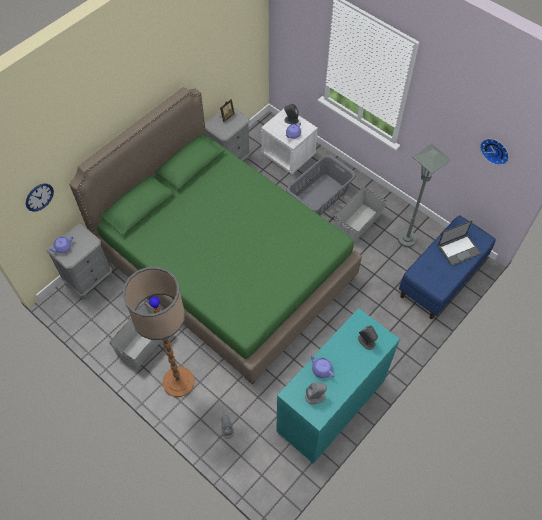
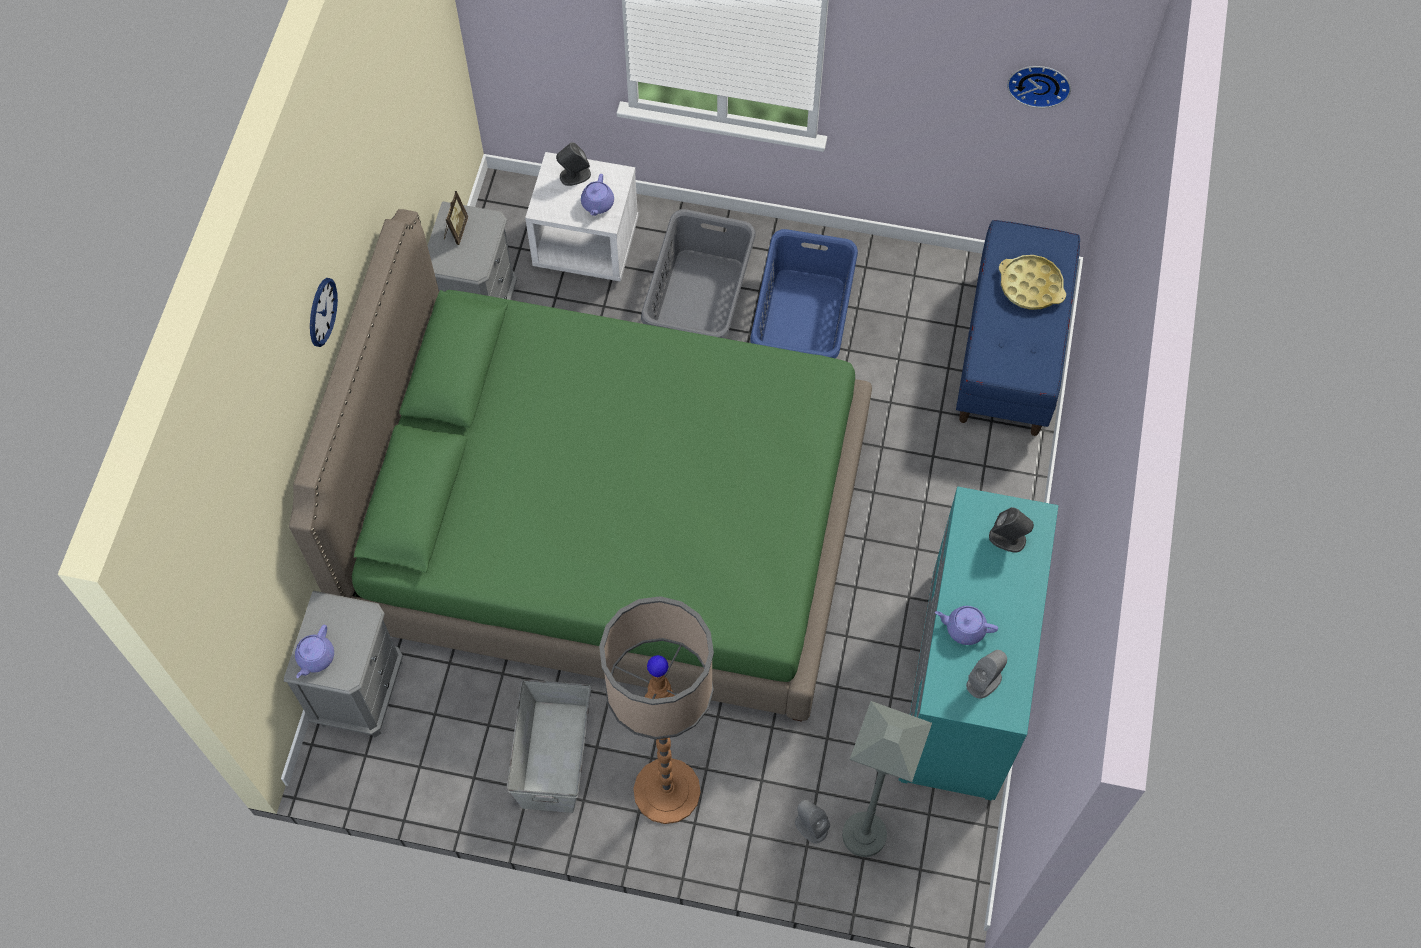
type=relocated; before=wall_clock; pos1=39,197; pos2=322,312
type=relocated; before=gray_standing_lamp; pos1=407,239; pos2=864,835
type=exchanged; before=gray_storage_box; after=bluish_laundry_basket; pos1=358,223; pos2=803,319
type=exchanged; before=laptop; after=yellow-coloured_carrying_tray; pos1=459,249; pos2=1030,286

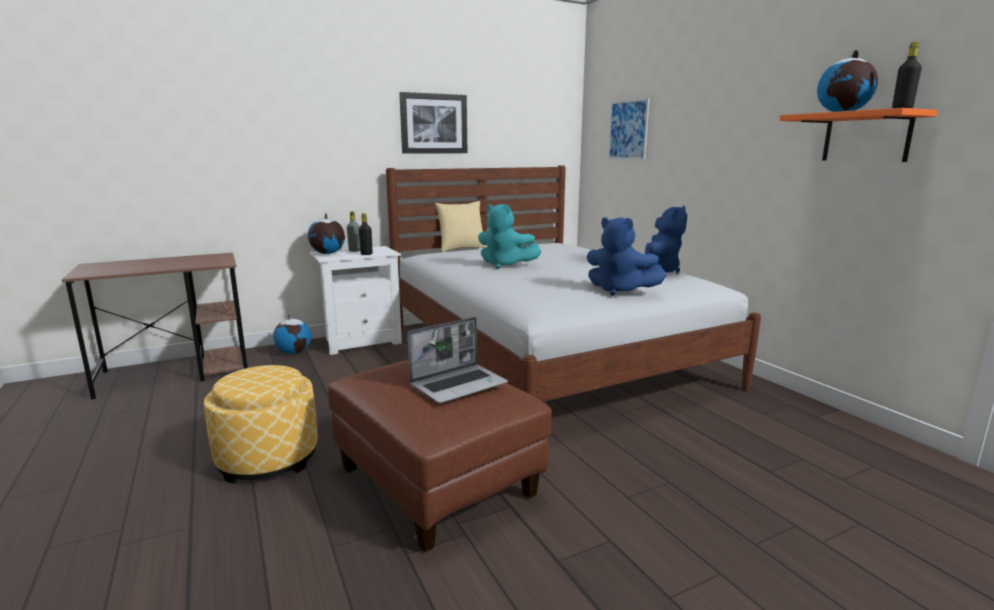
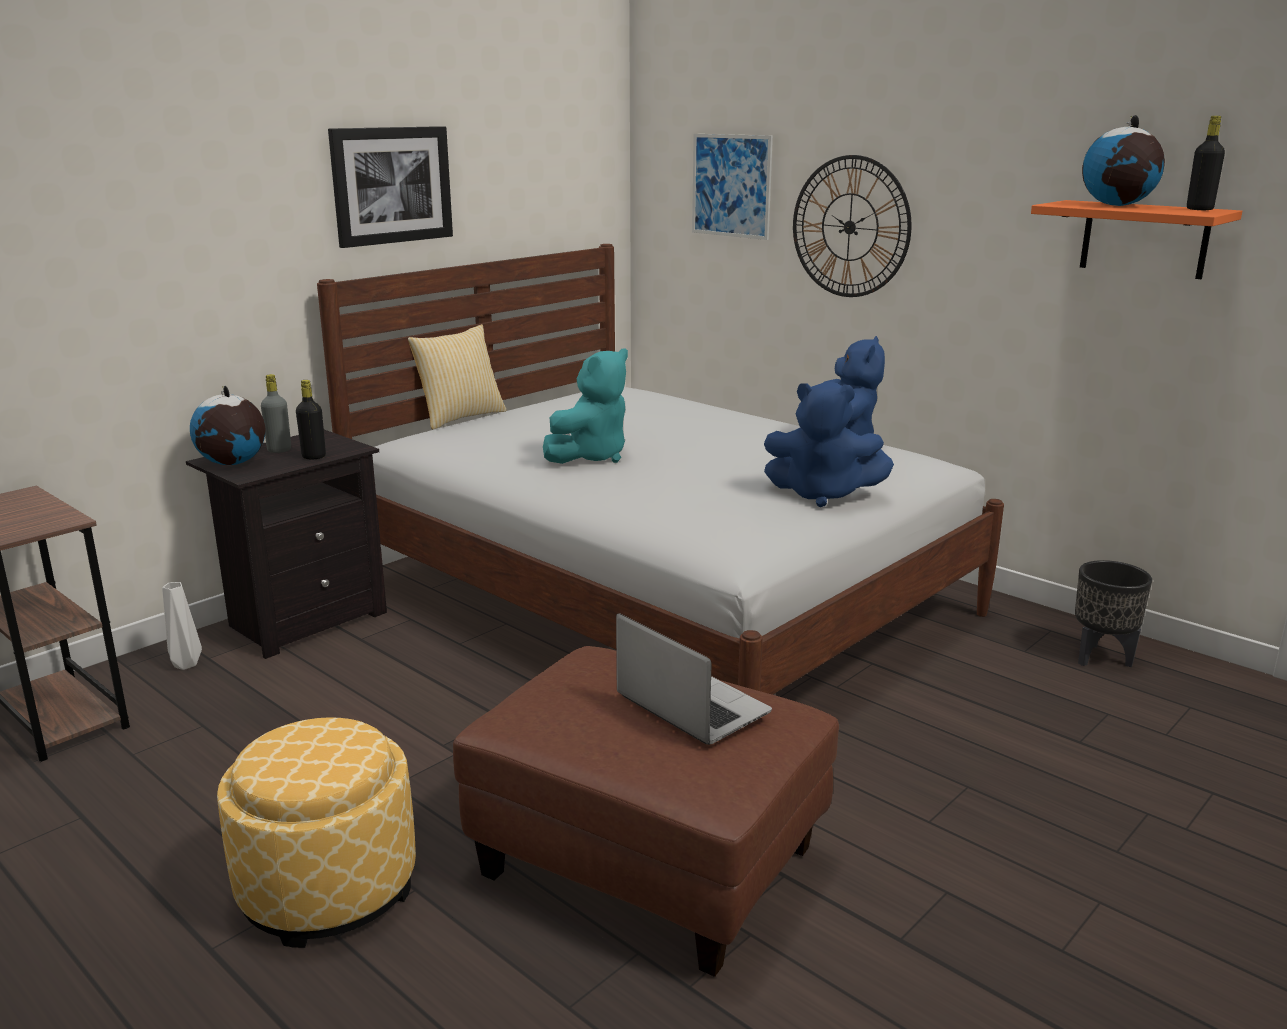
type=appeared; after=wall_clock; pos2=850,227
type=appeared; after=black-coloured_flower_pot; pos2=1101,658
type=exchanged; before=globe; after=whitish_decorative_vase; pos1=294,352; pos2=186,665
type=colour; before=whitish_night_table; after=black-coloured_night_table; pos1=361,341; pos2=304,620
type=spun; before=laptop; pos1=459,385; pos2=689,705; turn=-75
type=spun; before=turquoise_cuddly_toy; pos1=505,265; pos2=591,456; turn=-60

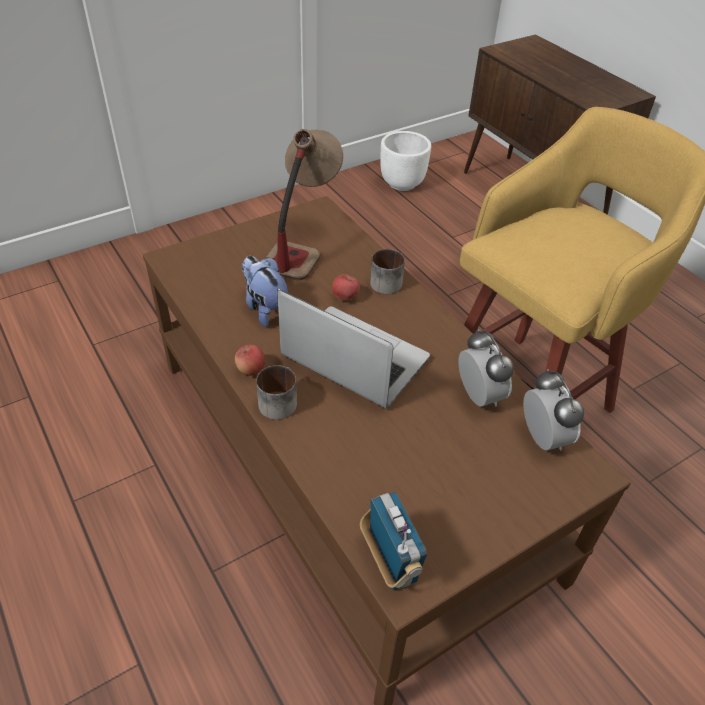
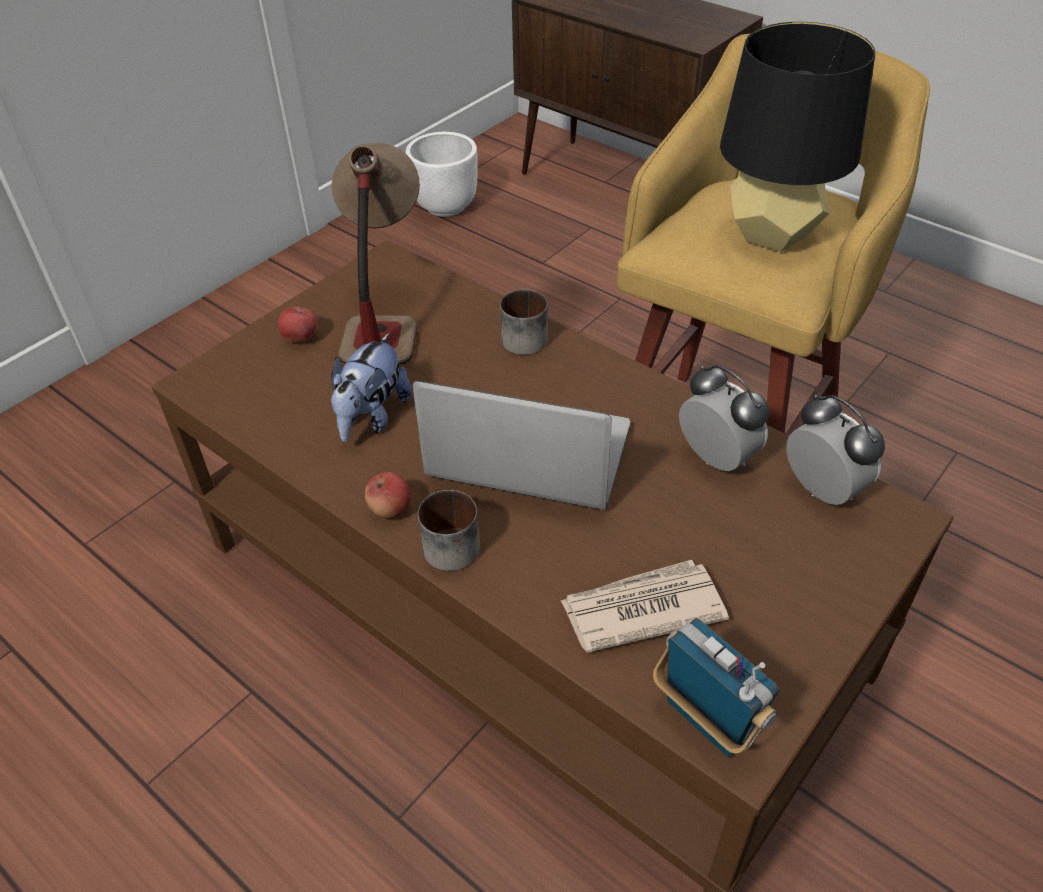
type=appeared; after=daily_paper; pos2=641,609
type=appeared; after=black-coloured_tabletop_lamp; pos2=772,234
type=relocated; before=apple_fruit; pos1=345,297; pos2=301,338
type=spun; before=cuddly_toy; pos1=266,308; pos2=372,417; turn=-105

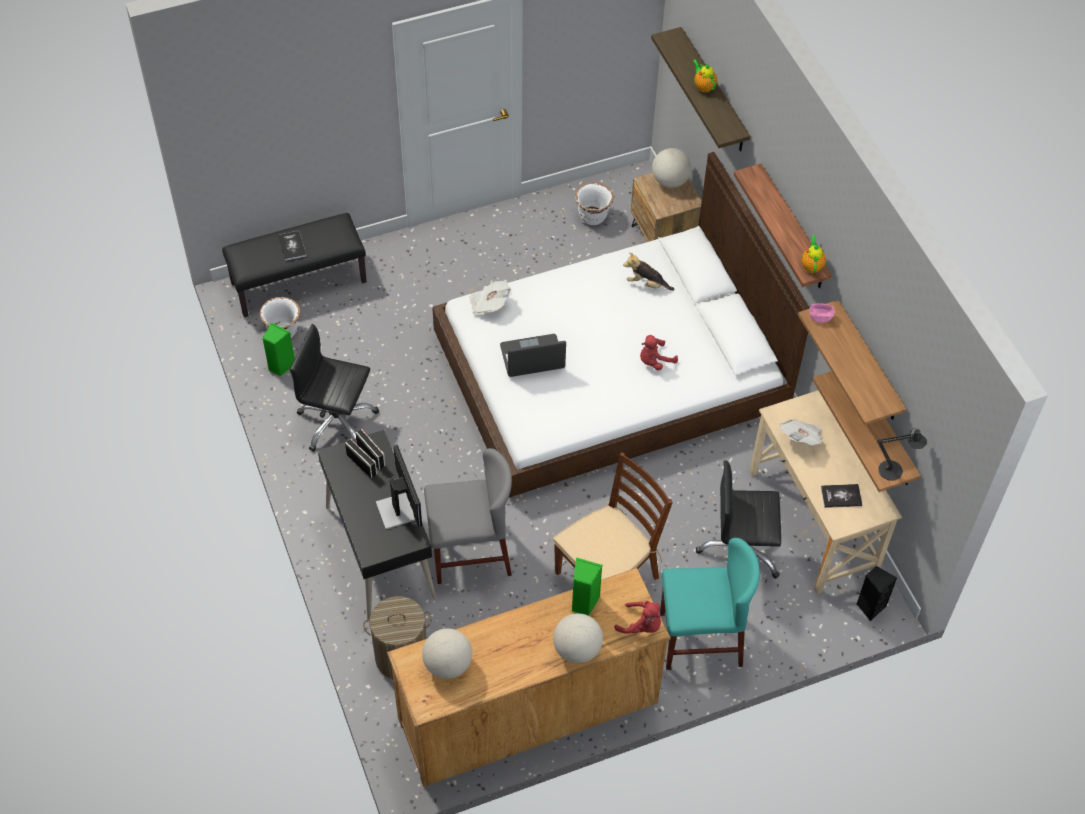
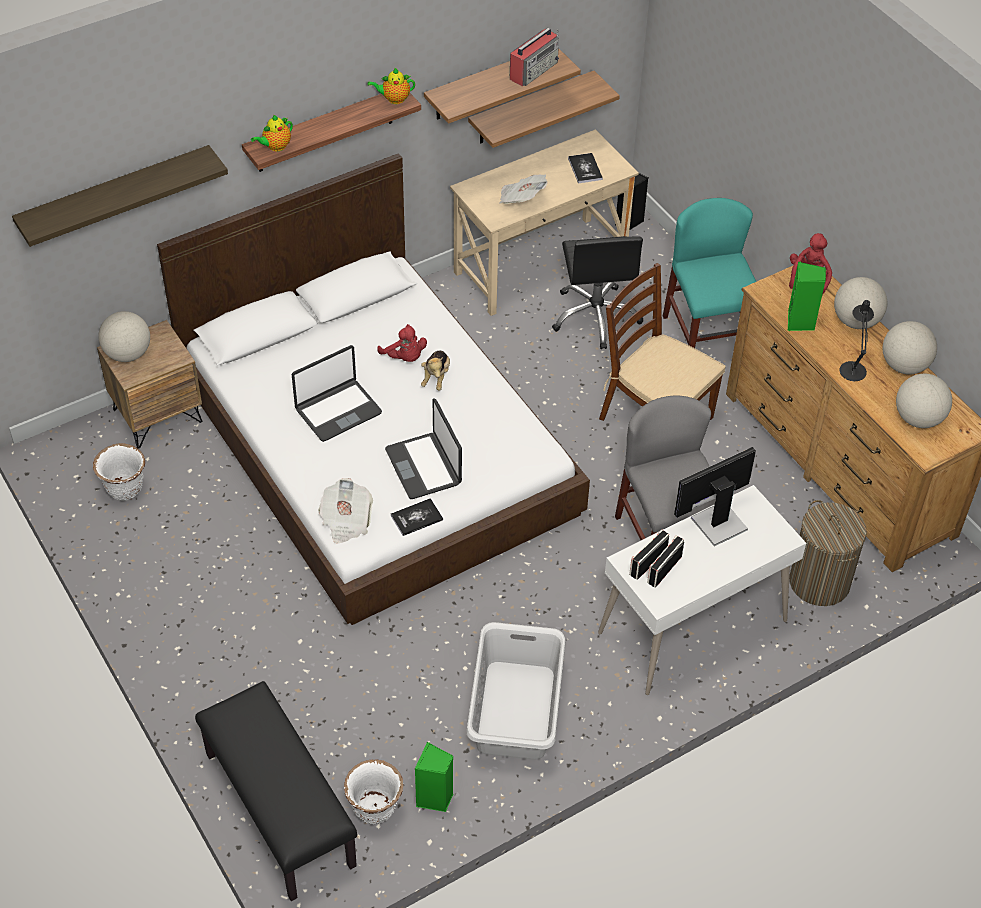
type=missing; before=pink-coloured_bowl; pos1=820,317
type=appeared; after=laptop; pos2=338,411
type=appeared; after=radio_receiver; pos2=534,70
type=appeared; after=globe; pos2=904,366
type=relocated; before=volume; pos1=292,246; pos2=416,518
type=relocated; before=cuddly_toy; pos1=646,284; pos2=436,377
type=relocated; before=pot_for_tea; pos1=703,86; pos2=275,147
type=relocated; before=black-coloured_tabletop_lamp; pos1=894,471; pos2=852,368
type=exchanged; before=black-coloured_computer_chair; after=gray_laundry_basket; pos1=337,422; pos2=514,710
type=colour; before=black-coloured_desk_table; after=whitish_desk_table; pos1=379,552; pos2=693,627

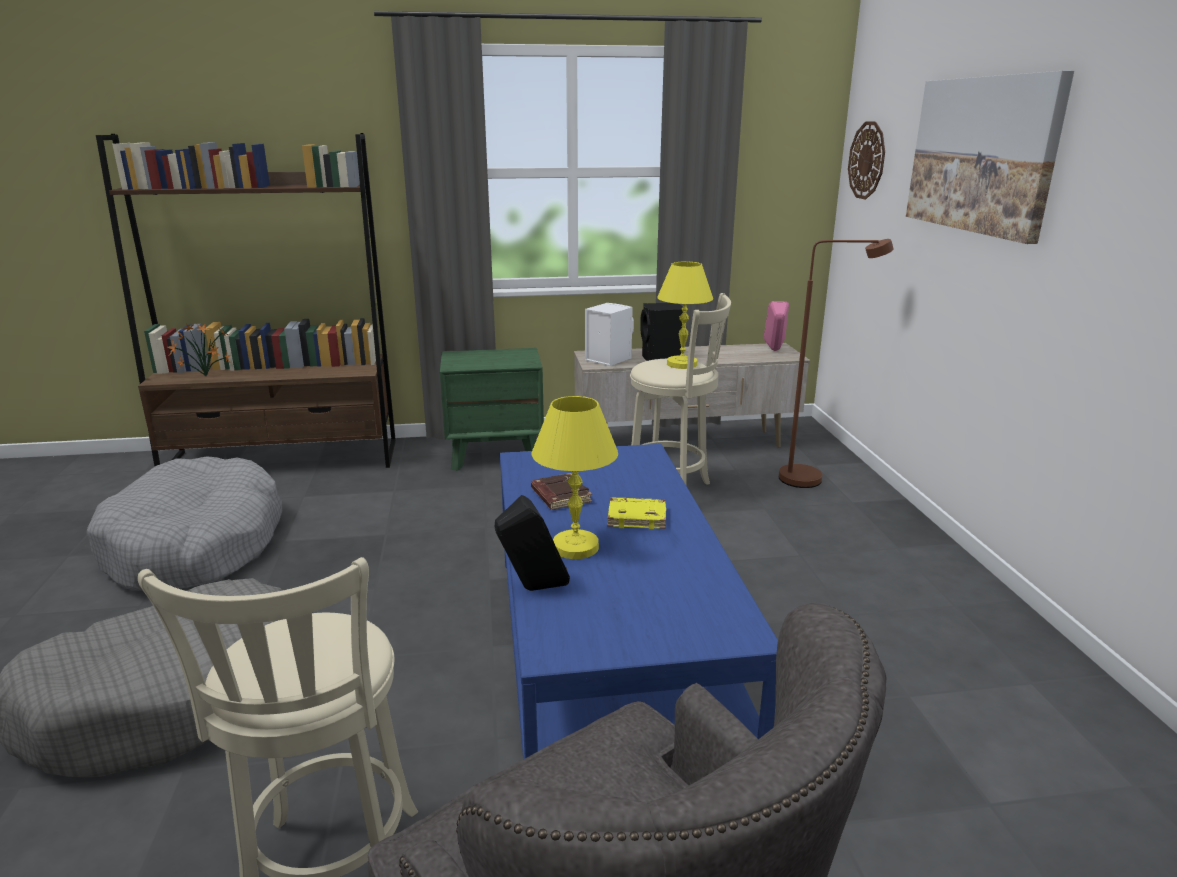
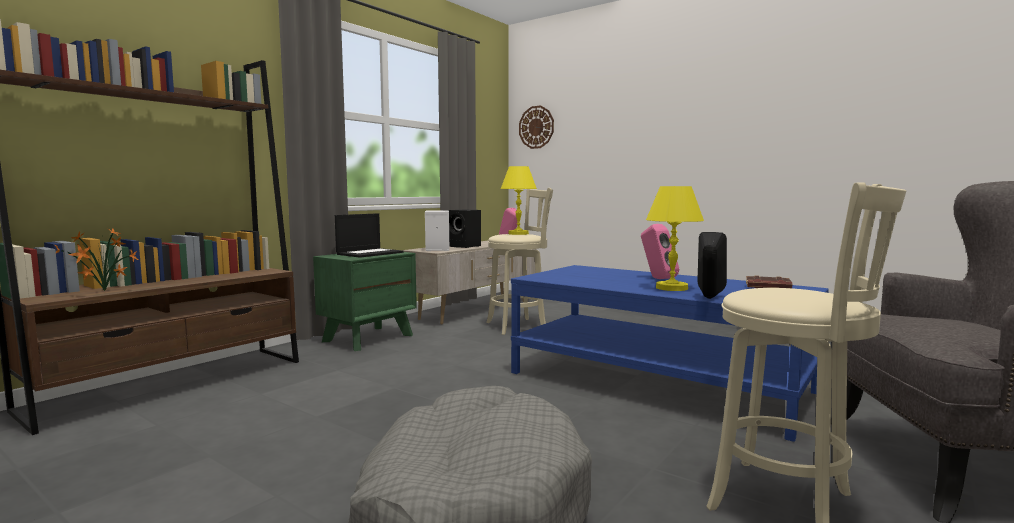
type=missing; before=gray_dog_cushion; pos1=196,545
type=missing; before=brown-coloured_standing_lamp; pos1=812,479
type=missing; before=picture; pos1=982,155
type=appeared; after=laptop; pos2=370,253
type=relocated; before=brown-coloured_volume; pos1=560,496; pos2=767,287
type=exchanged; before=yellow-coloured_volume; after=pink-coloured_speaker; pos1=637,517; pos2=657,278

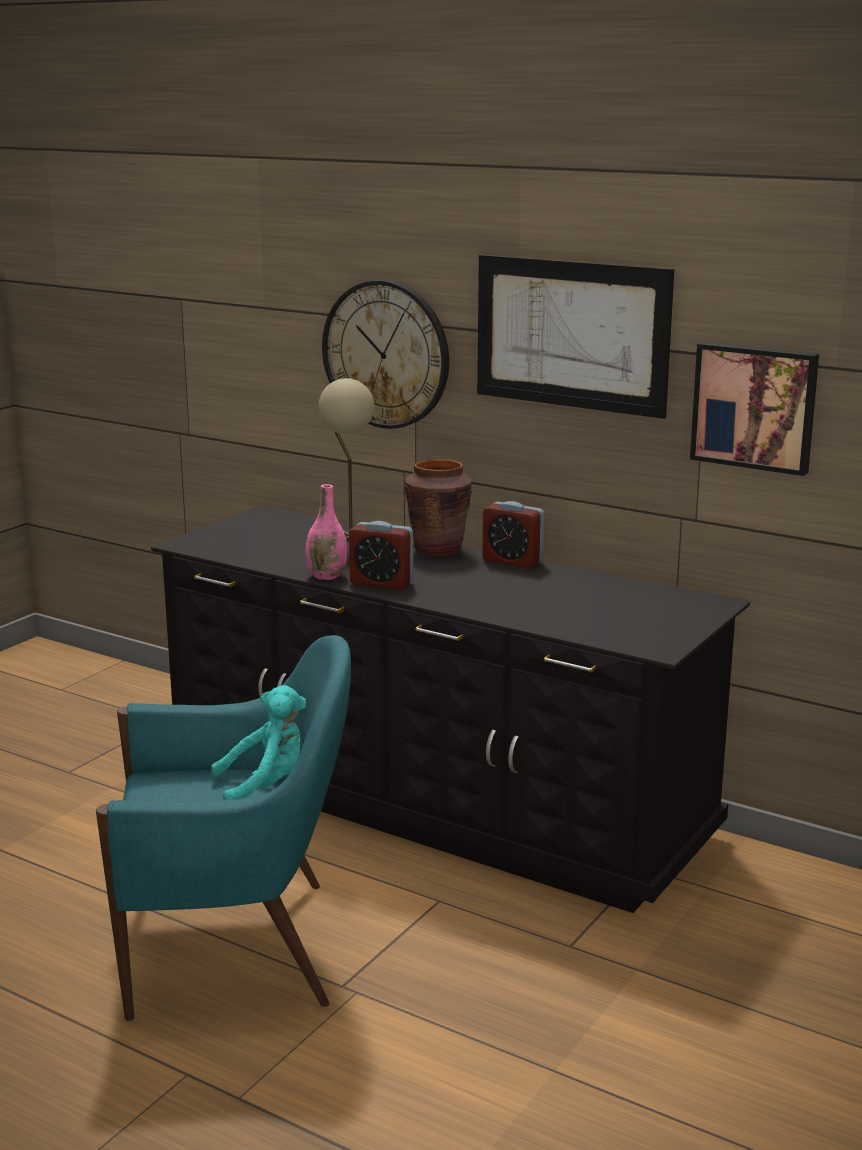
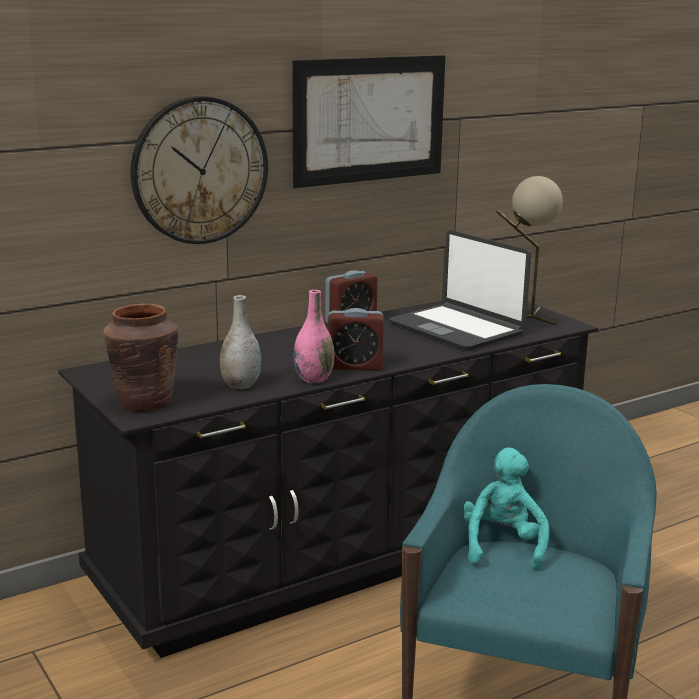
type=missing; before=picture; pos1=755,406
type=appeared; after=gray_decorative_vase; pos2=241,385
type=appeared; after=laptop; pos2=457,328
type=relocated; before=sand-coloured_tabletop_lamp; pos1=347,536; pos2=527,317
type=relocated; before=brown-coloured_decorative_vase; pos1=438,550; pos2=145,403
type=spun; before=table_clock; pos1=381,583; pos2=355,366; turn=45

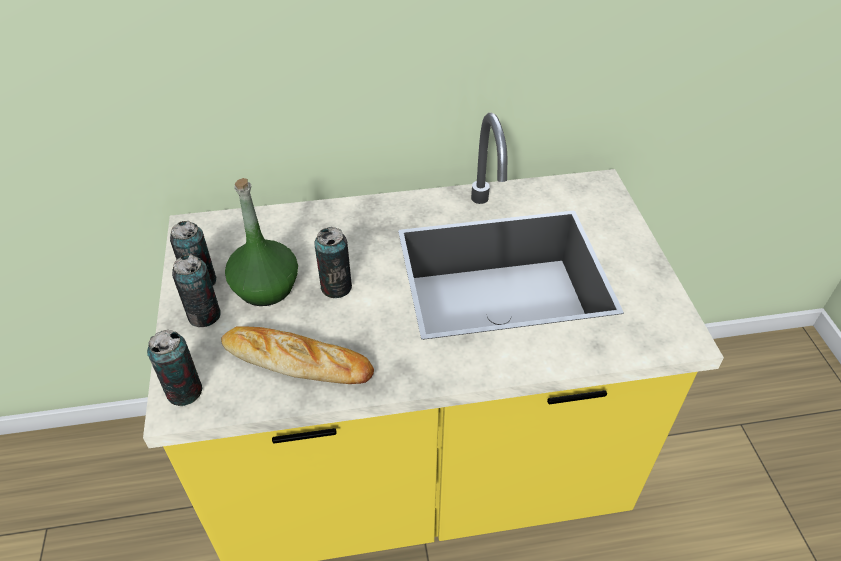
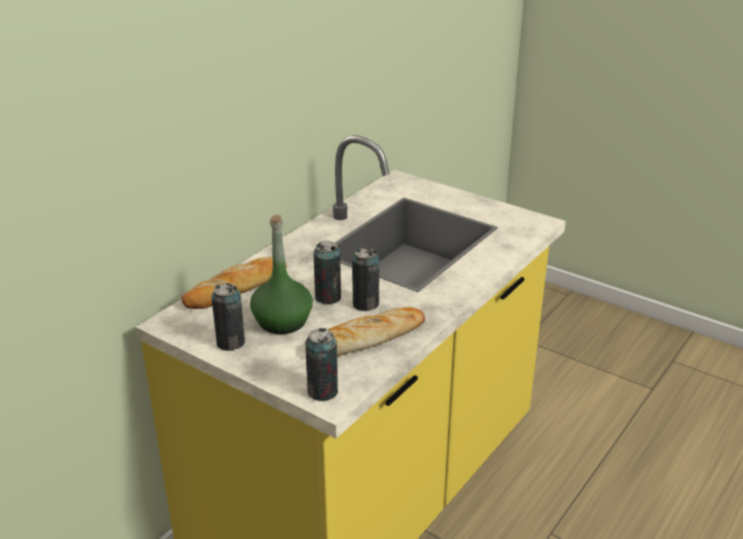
type=appeared; after=bakery_bread; pos2=237,288
type=relocated; before=can; pos1=204,315; pos2=365,304

